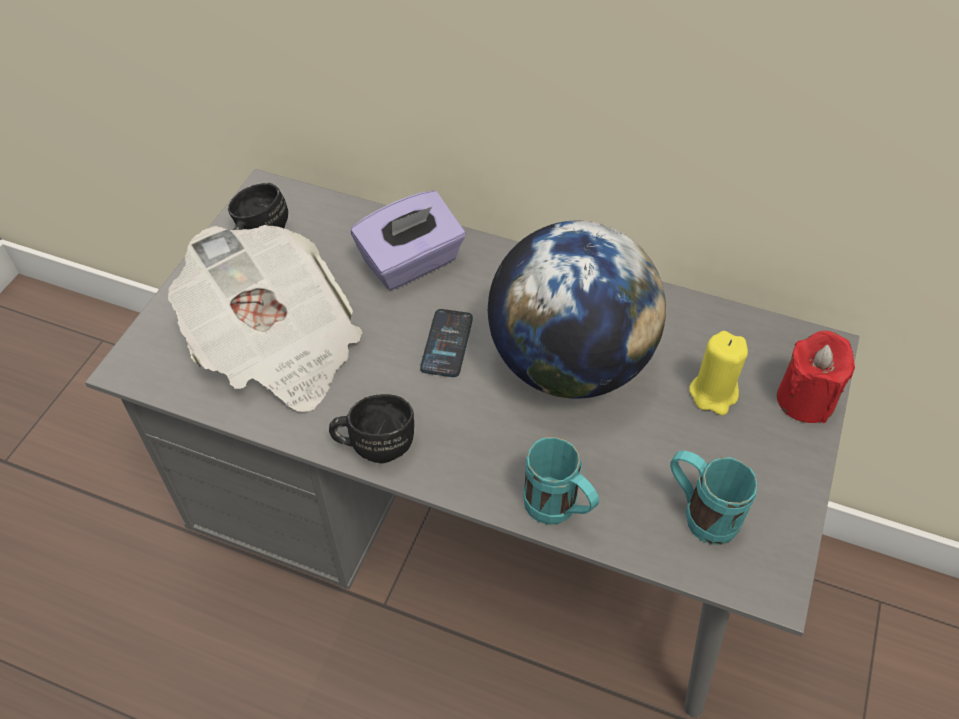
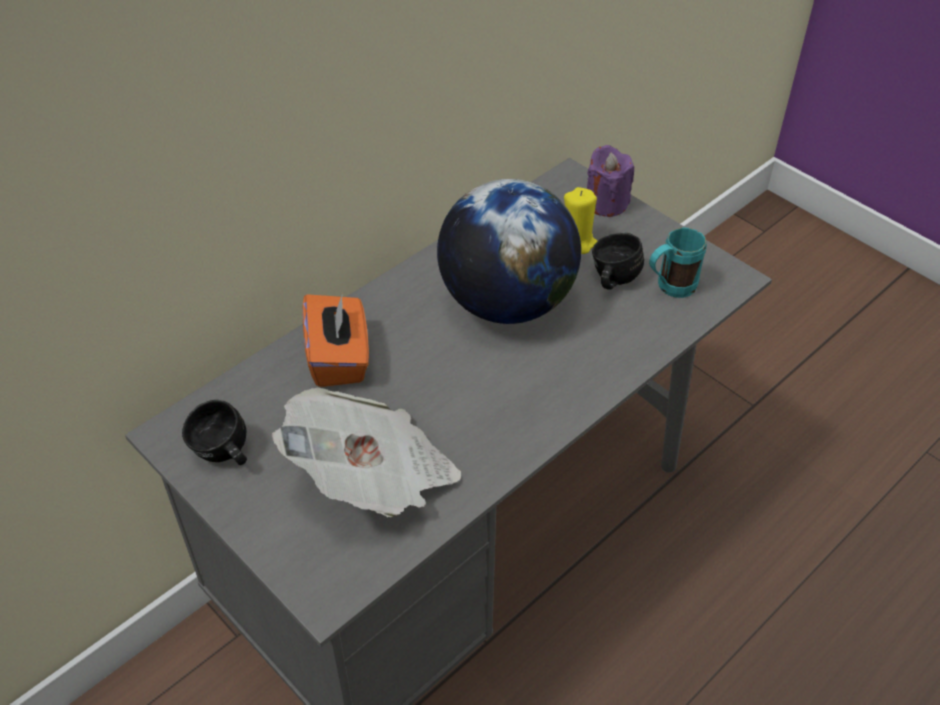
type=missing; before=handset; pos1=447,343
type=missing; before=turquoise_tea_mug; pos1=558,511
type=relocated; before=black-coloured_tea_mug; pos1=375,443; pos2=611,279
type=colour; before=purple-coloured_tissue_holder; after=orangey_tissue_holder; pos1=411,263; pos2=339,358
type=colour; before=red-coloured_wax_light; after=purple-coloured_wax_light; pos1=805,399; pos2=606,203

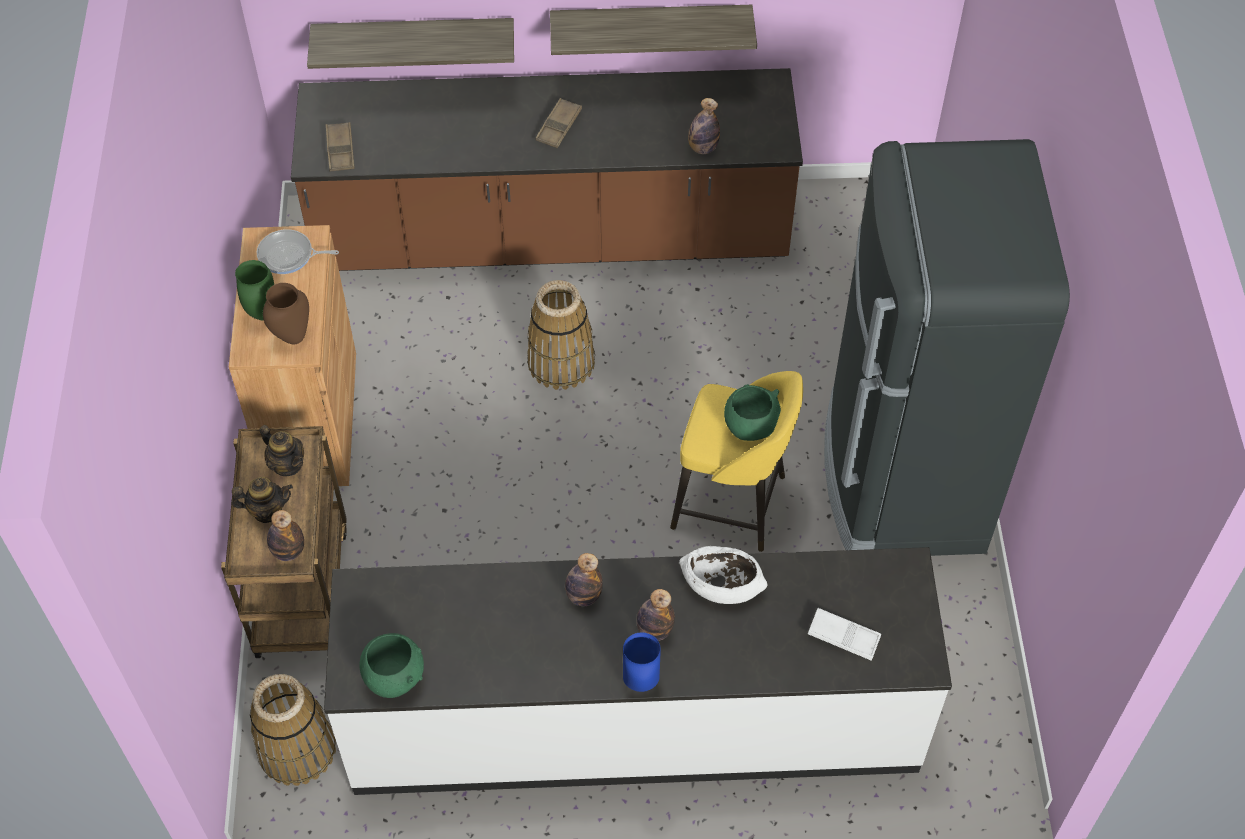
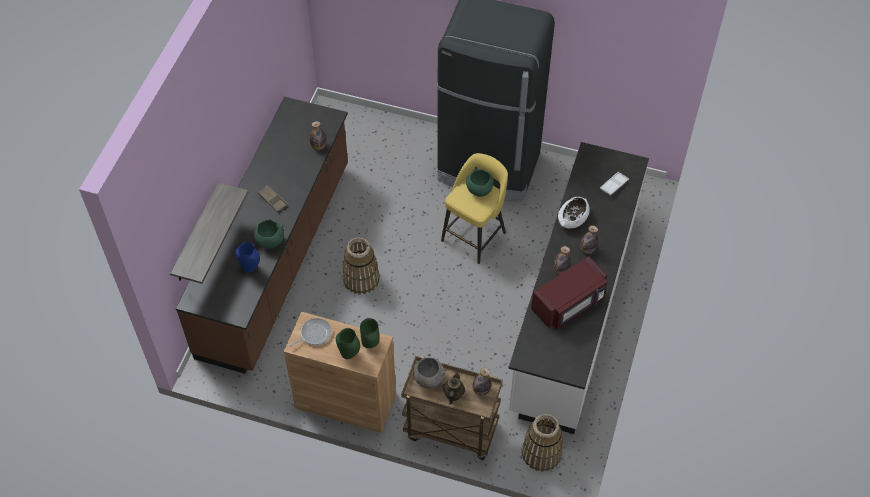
type=missing; before=brown-coloured_carrying_tray; pos1=340,150
type=missing; before=shelf; pos1=650,25
type=appeared; after=red-coloured_kitchen_microwave; pos2=569,304
type=relocated; before=green-coloured_bowl; pos1=394,678; pos2=270,241
type=relocated; before=bluish_decorative_vase; pos1=639,682; pos2=250,268
type=exchanged; before=pot_for_tea; after=gray_bowl; pos1=287,465; pos2=428,379
type=colour; before=brown-coloured_decorative_vase; after=green-coloured_decorative_vase; pos1=293,338; pos2=371,344
type=spun; before=frying_pan; pos1=289,255; pos2=314,334; turn=-150

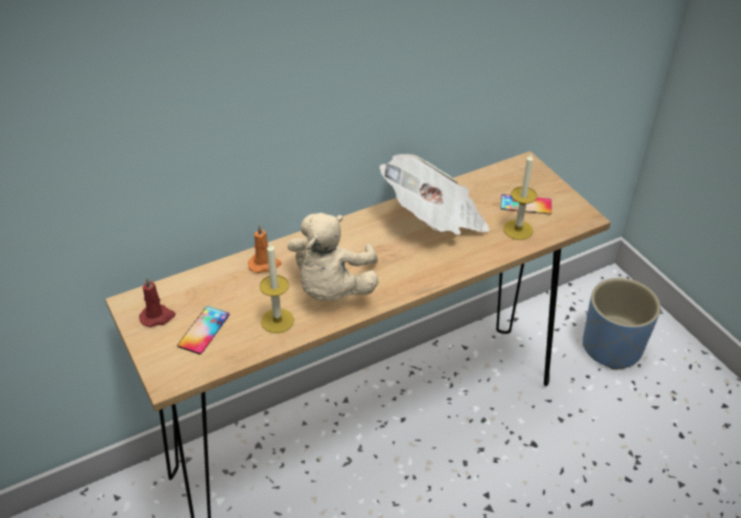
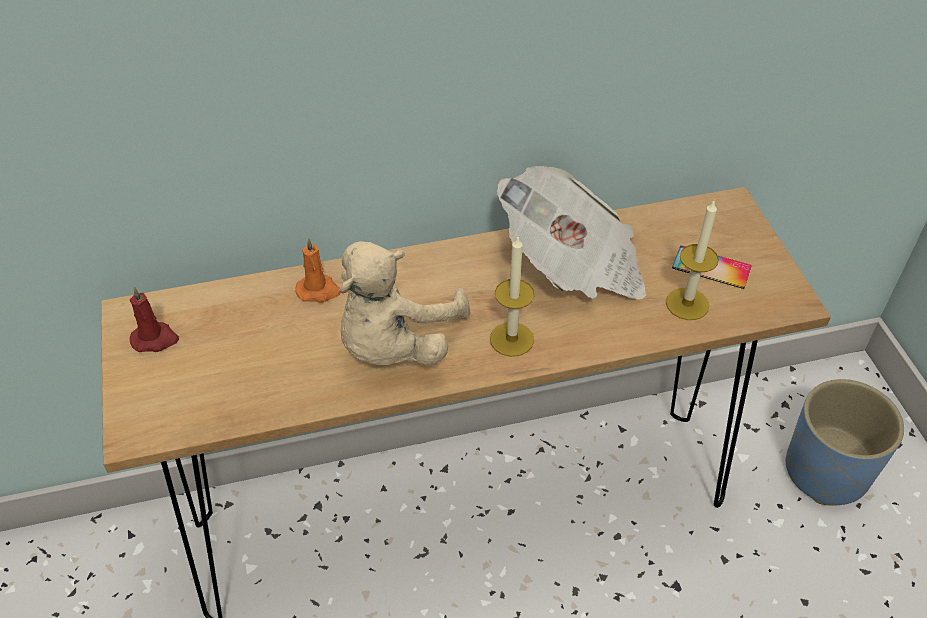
type=missing; before=handset; pos1=204,330
type=relocated; before=wax_light; pos1=277,321; pos2=511,339

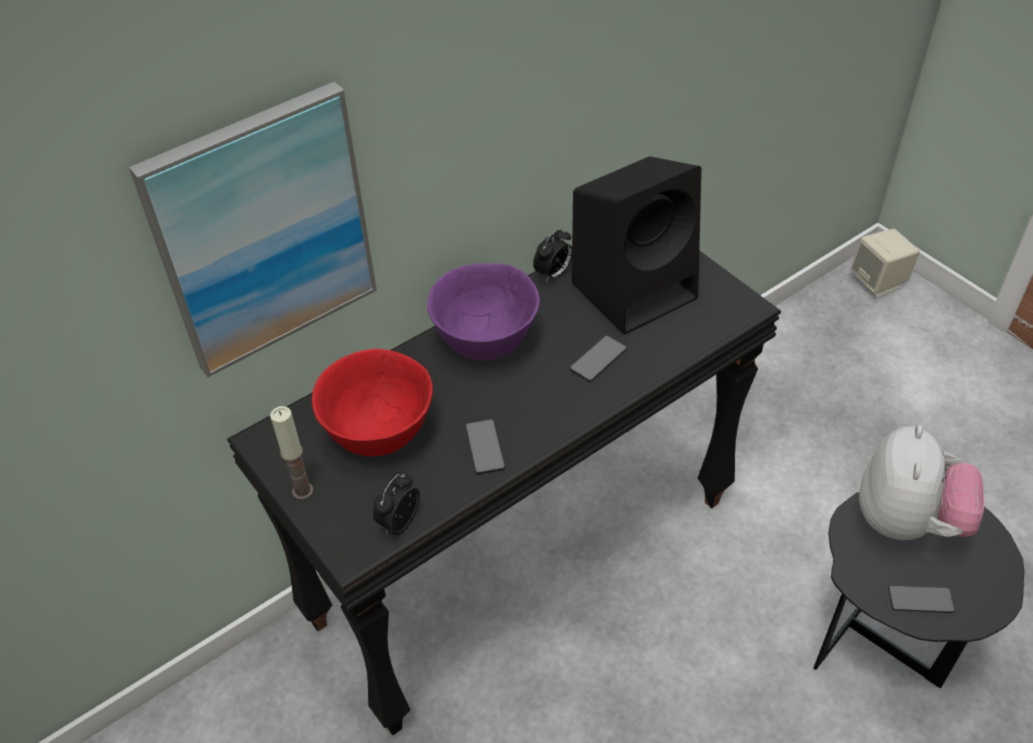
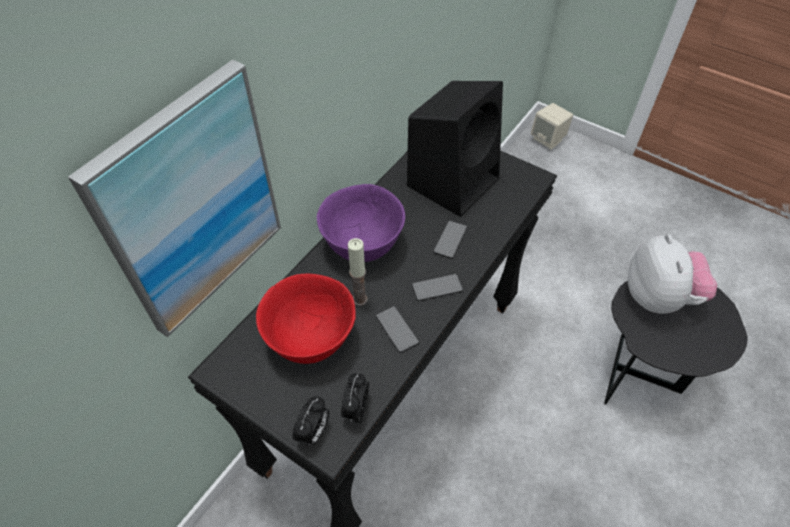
type=relocated; before=wax_light; pos1=302,491; pos2=359,299
type=relocated; before=table_clock; pos1=553,274; pos2=314,432
type=relocated; before=handset; pos1=920,600; pos2=437,288

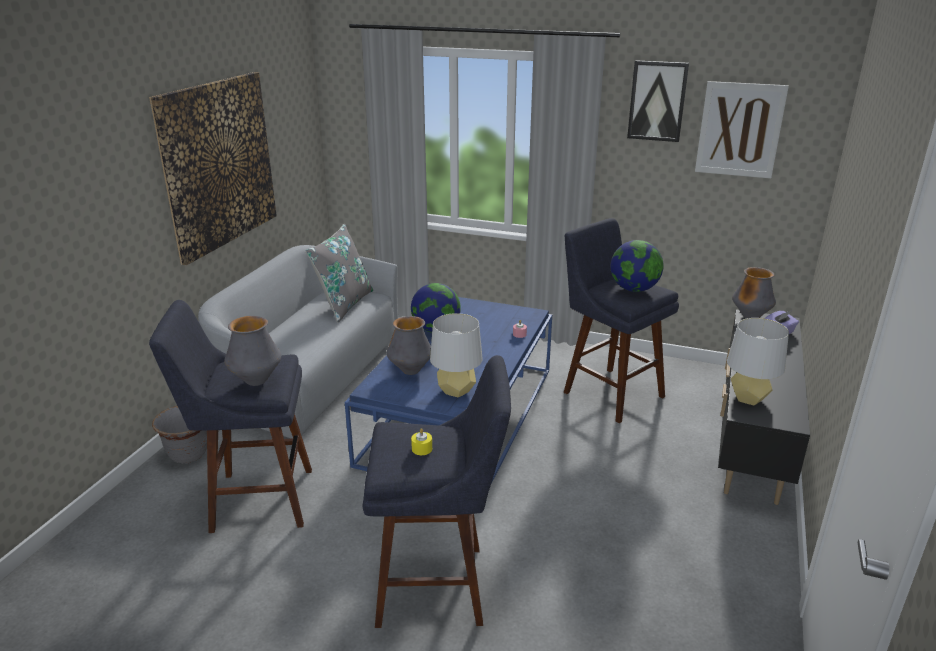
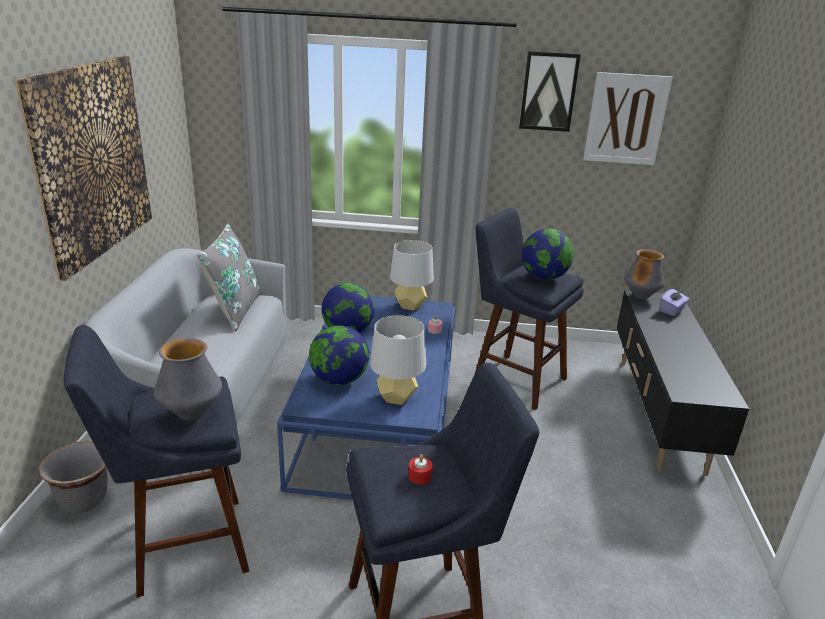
type=relocated; before=gray_tabletop_lamp; pos1=748,398; pos2=410,306
type=exchanged; before=decorative_vase; after=globe; pos1=410,371; pos2=339,380
type=colour; before=yellow-coloured_wax_light; after=red-coloured_wax_light; pos1=422,449; pos2=420,476

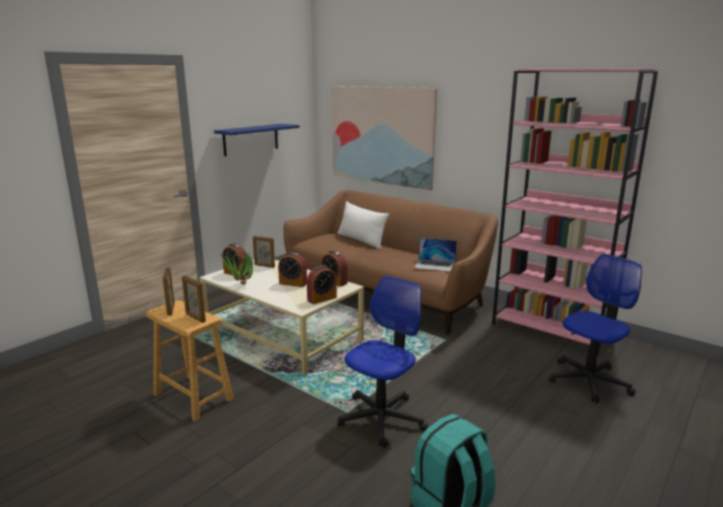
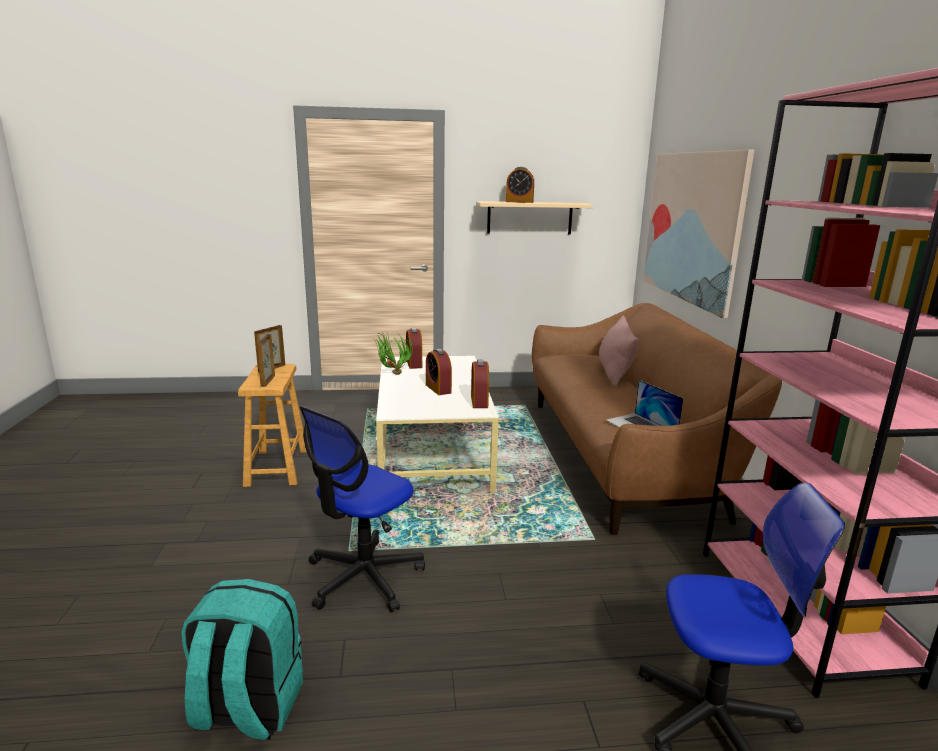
type=missing; before=standing_frame; pos1=264,266
type=relocated; before=table_clock; pos1=322,299; pos2=519,202
type=colour; before=bluish_shelf; after=sand-coloured_shelf; pos1=251,139; pos2=529,218
type=colour; before=whitish_throw_pillow; after=pink-coloured_throw_pillow; pos1=361,240; pos2=615,372
type=spun; before=computer_chair; pos1=382,418; pos2=363,577; turn=135

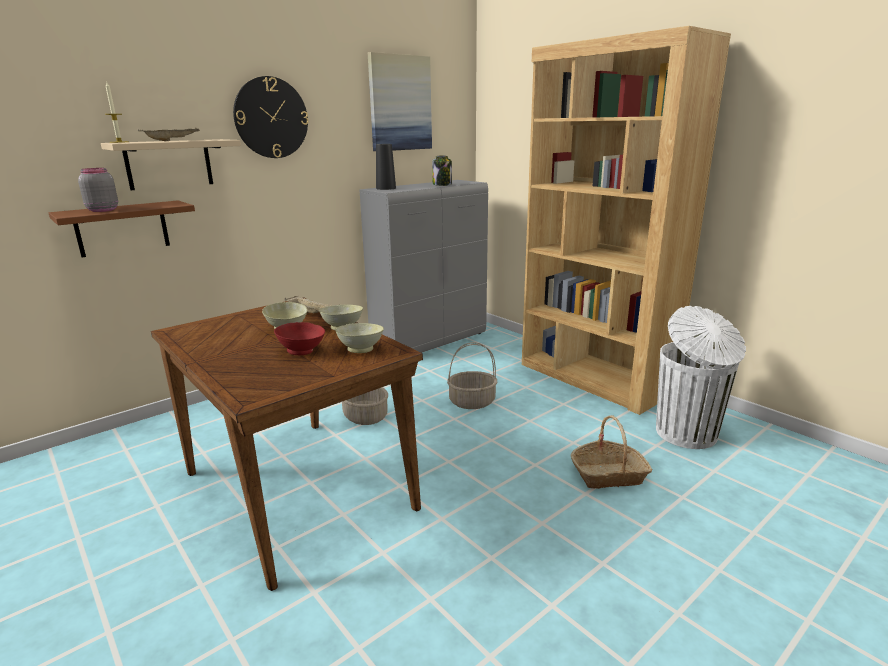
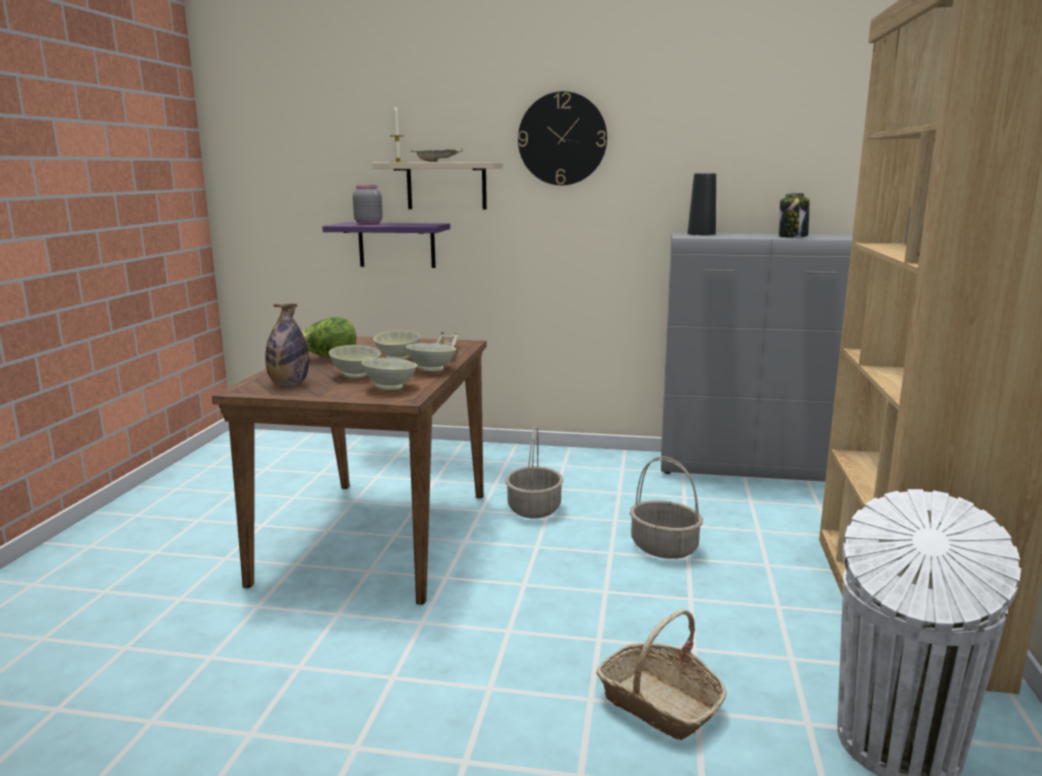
type=missing; before=picture; pos1=400,103
type=appeared; after=drink_bottle; pos2=289,384
type=appeared; after=lettuce_head; pos2=328,358
type=colour; before=brown-coloured_shelf; after=purple-coloured_shelf; pos1=122,228; pos2=396,245
type=colour; before=red-coloured_bowl; after=sand-coloured_bowl; pos1=302,351; pos2=355,375

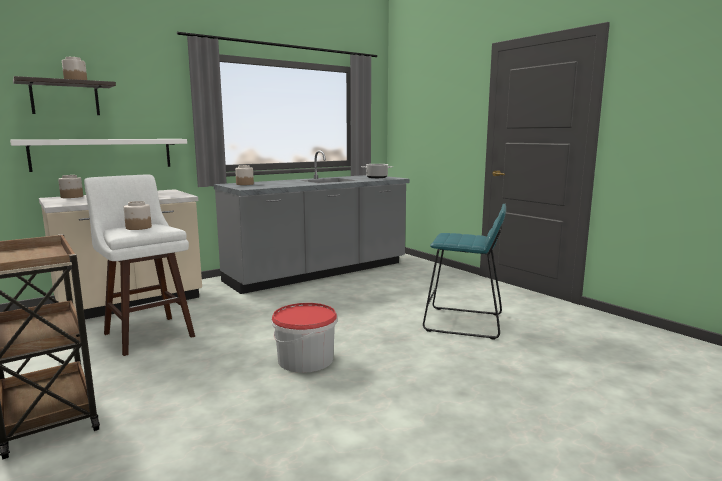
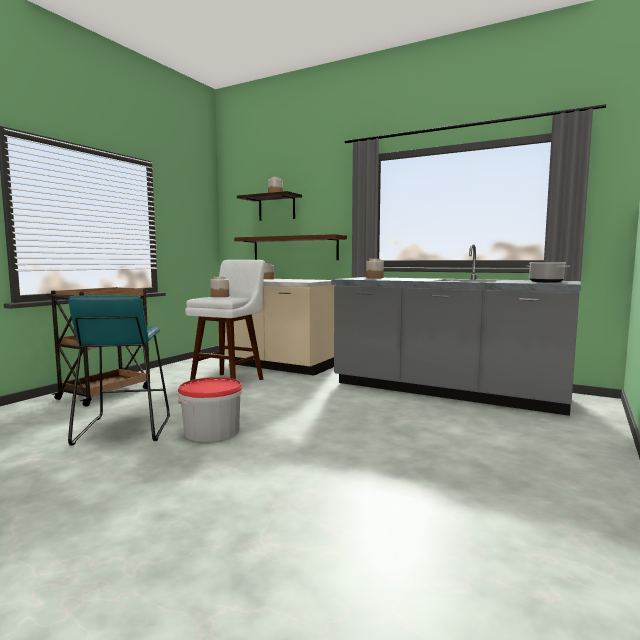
type=relocated; before=turquoise_sitting_stool; pos1=463,323; pos2=123,429
type=colour; before=whitish_shelf; after=brown-coloured_shelf; pos1=103,154; pos2=294,248

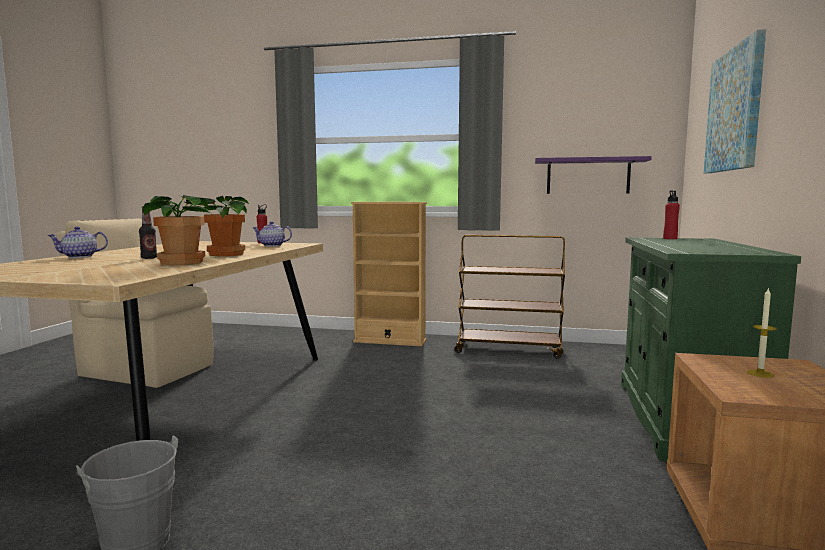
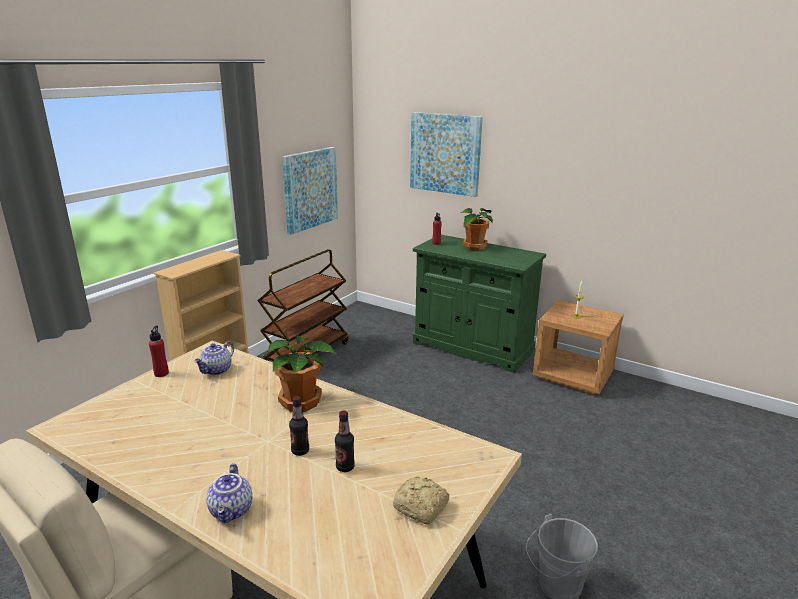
type=appeared; after=drink_bottle; pos2=345,467
type=appeared; after=bakery_bread; pos2=421,508
type=relocated; before=houseplant; pos1=181,262; pos2=474,247
type=exchanged; before=purple-coloured_shelf; after=picture; pos1=588,176; pos2=310,189

